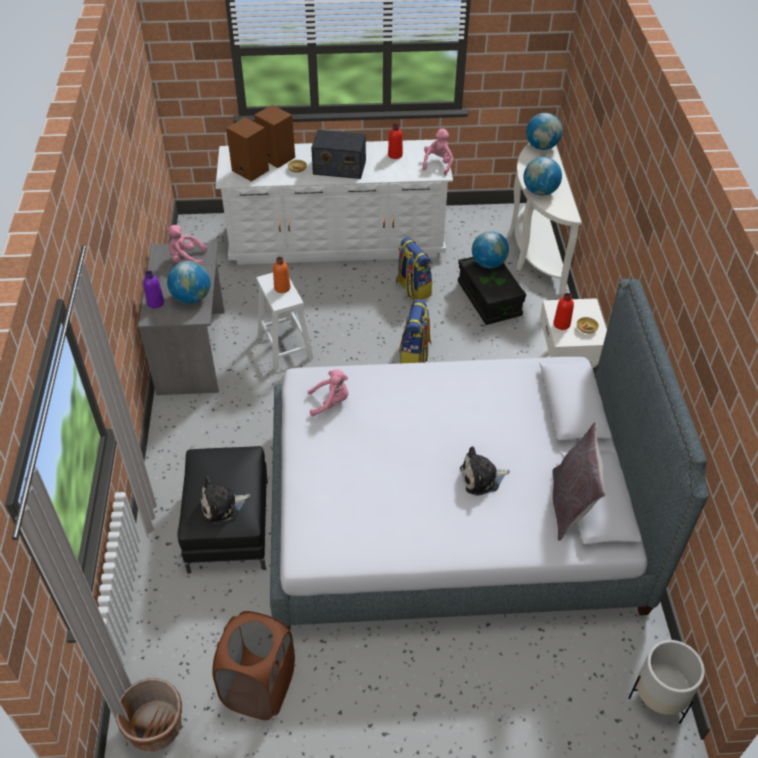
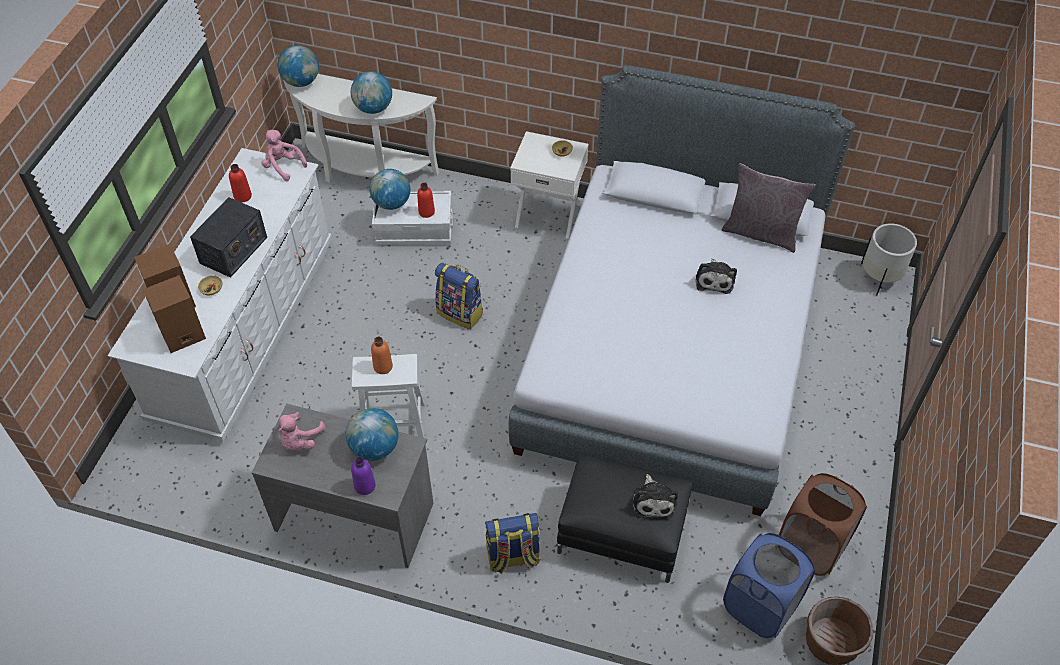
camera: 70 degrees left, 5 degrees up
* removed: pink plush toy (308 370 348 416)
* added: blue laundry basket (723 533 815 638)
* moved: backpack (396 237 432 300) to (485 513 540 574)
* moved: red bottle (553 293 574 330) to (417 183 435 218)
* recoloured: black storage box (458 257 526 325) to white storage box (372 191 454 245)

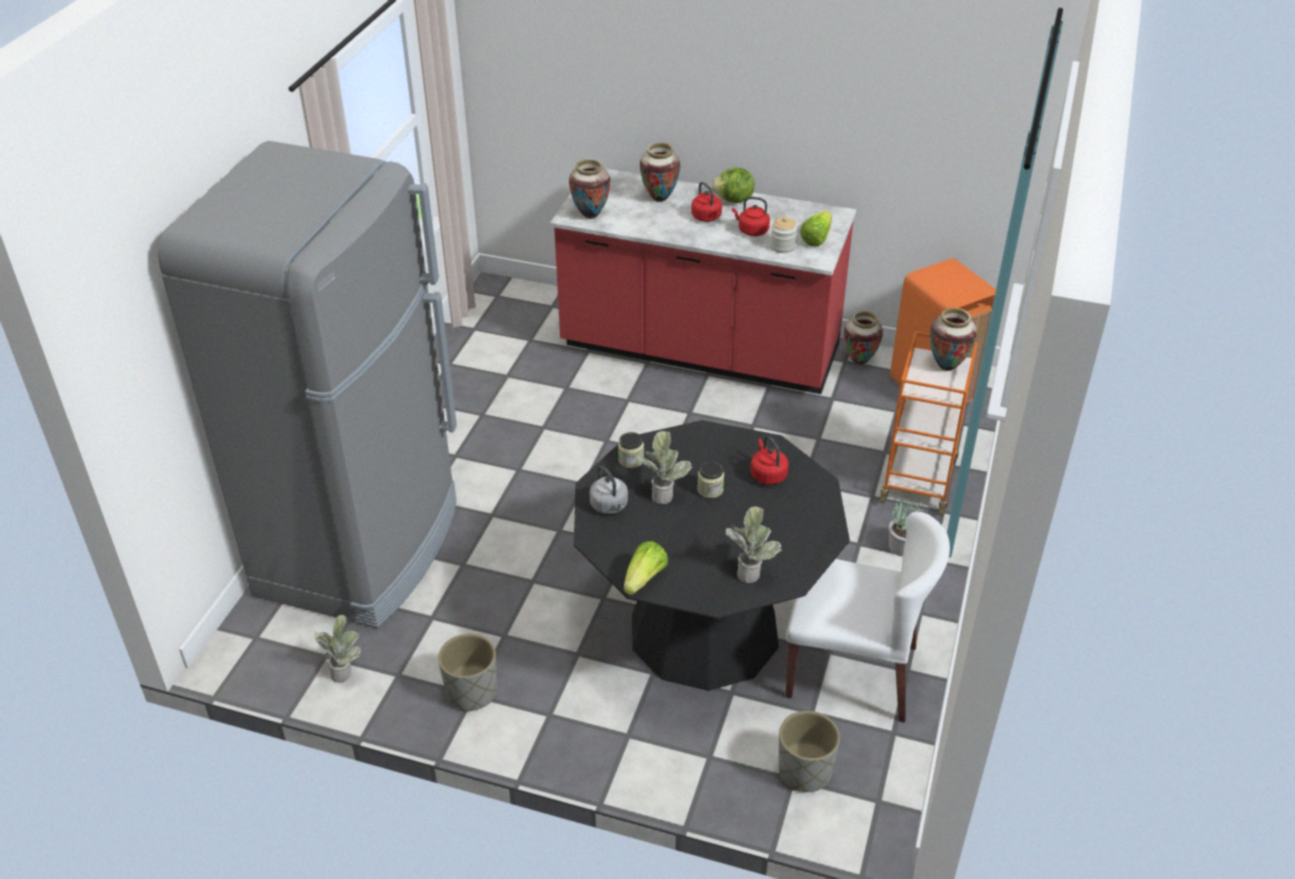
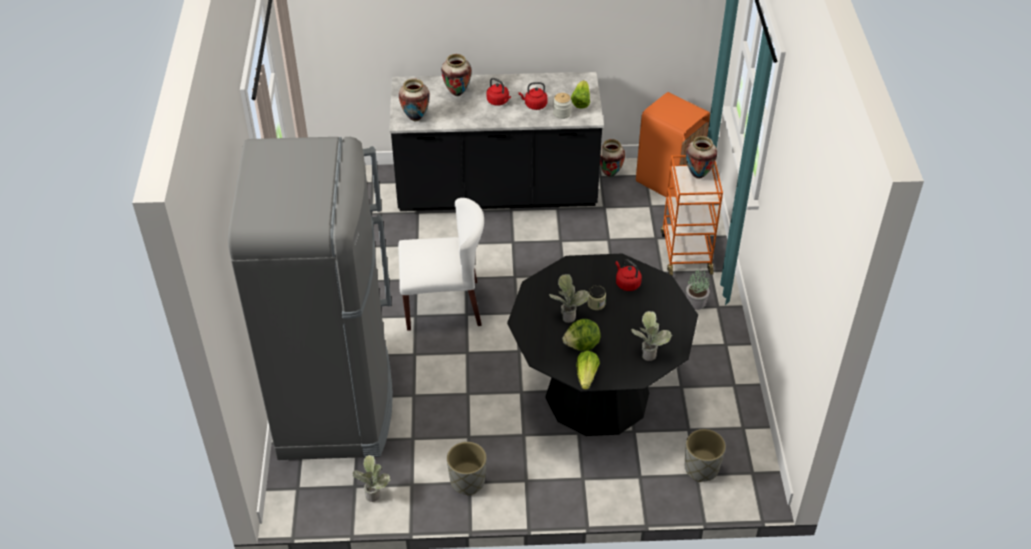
camera: 20 degrees left, 5 degrees up
* removed: grey kettle (589 466 628 514)
* removed: jar (618 432 644 468)
* moved: lettuce (711 168 755 203) to (562 319 601 351)
* moved: white chair (785 512 950 723) to (398 198 484 331)
* recoloured: red counter (550 169 856 394) to black counter (389 72 604 211)

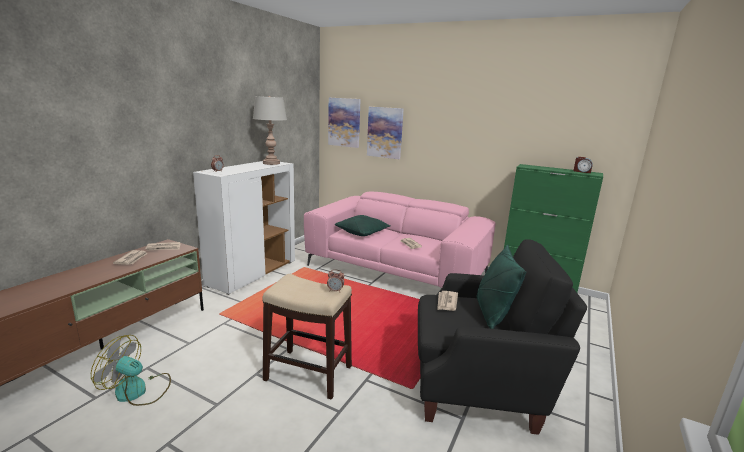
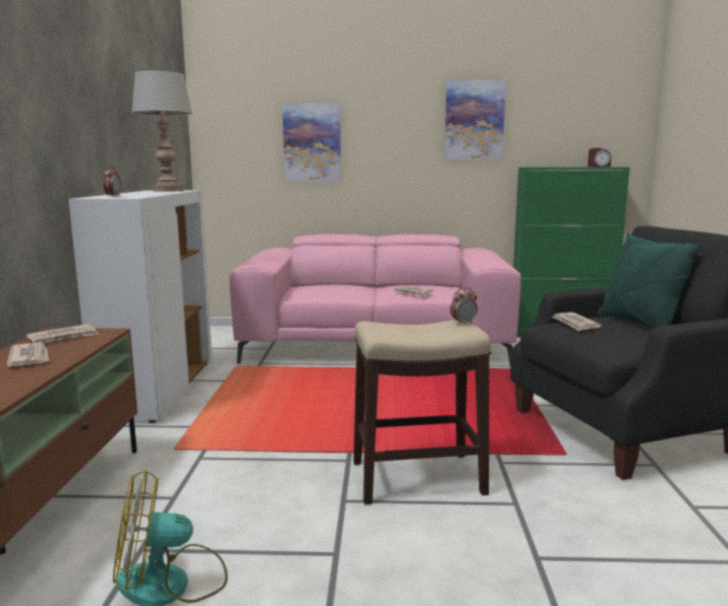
camera: 25 degrees left, 5 degrees down
* removed: green pillow (335 215 391 236)
* moved: picture (328 98 361 148) to (445 80 506 160)

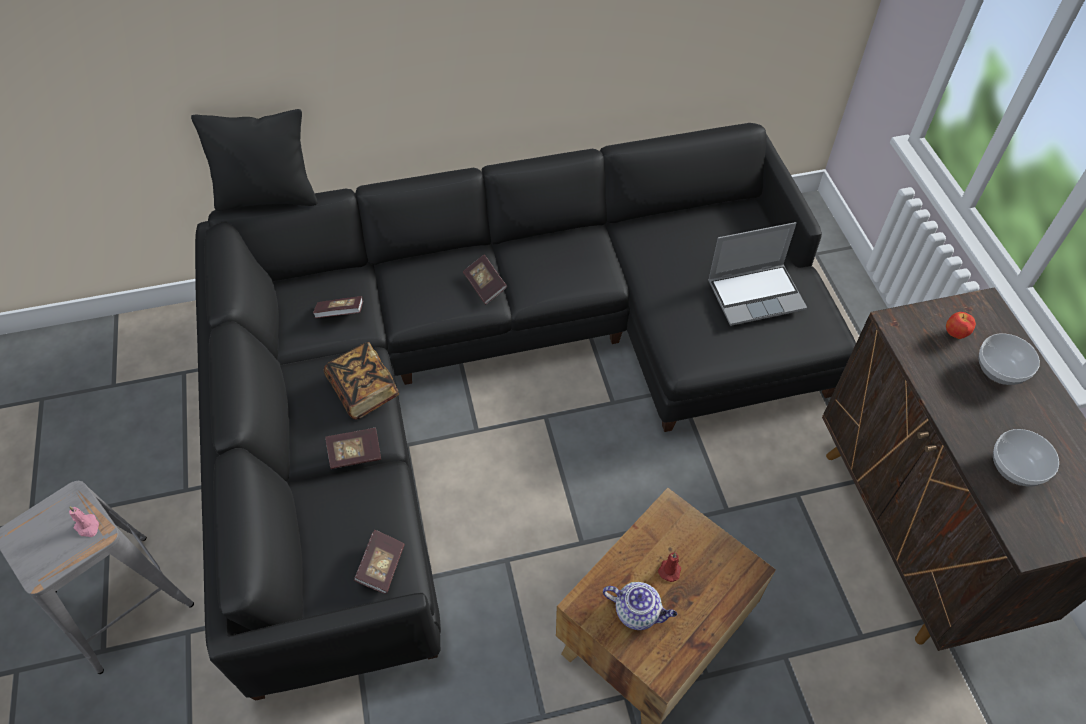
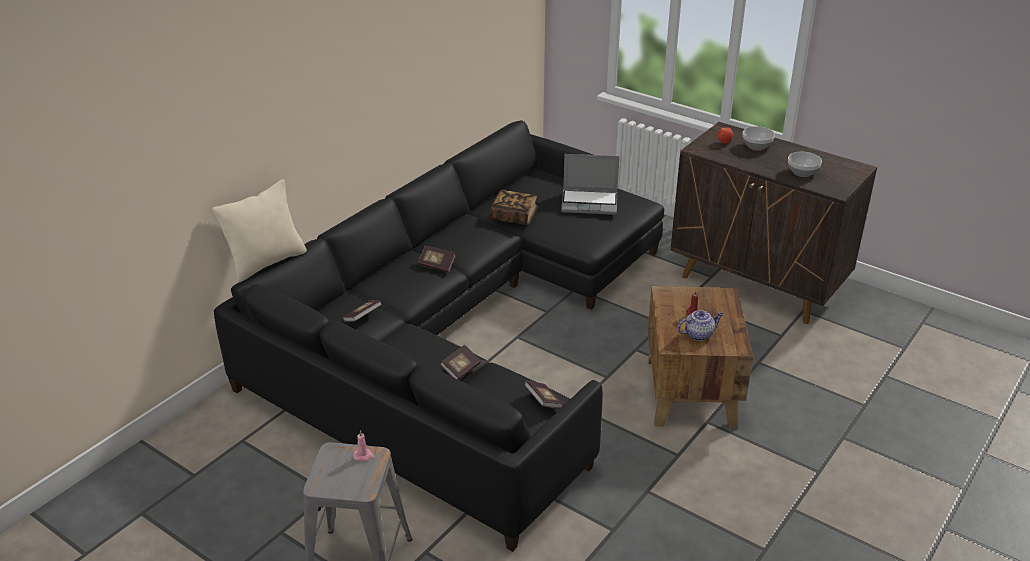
camera: 40 degrees left, 20 degrees down
* moved: book (324 342 399 420) to (491 190 538 225)
* recoloured: black pillow (191 109 318 211) to beige pillow (212 179 307 283)
* turned: laptop (708 222 807 326) = (561 154 620 215) 60 degrees clockwise

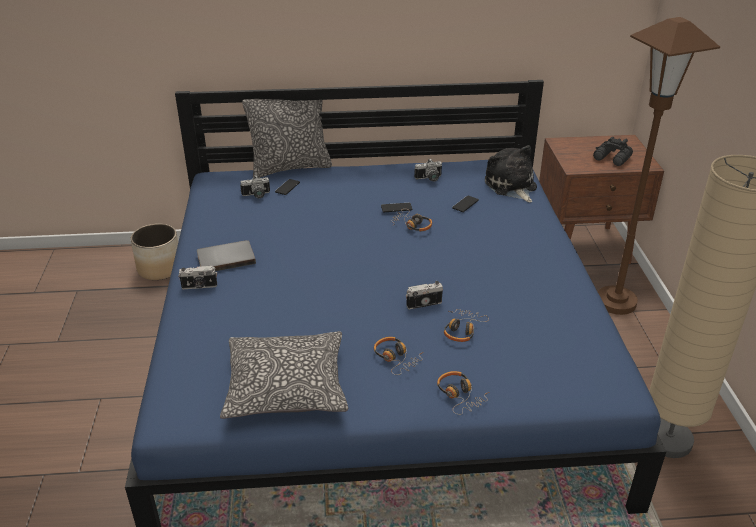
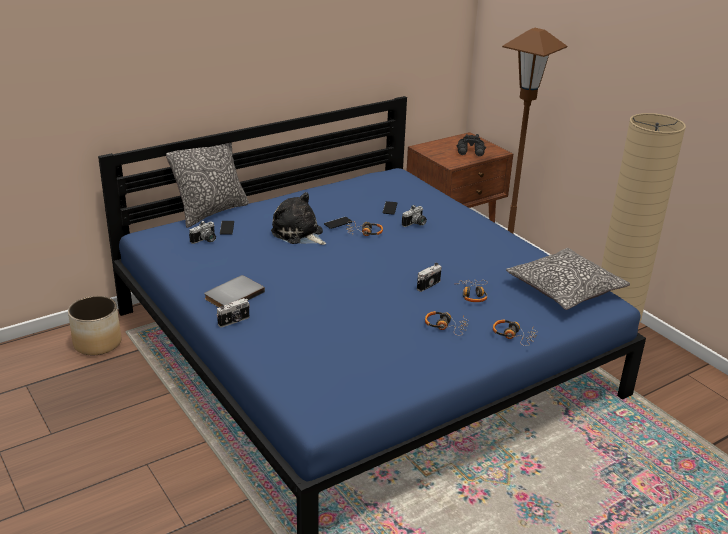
camera: 30 degrees left, 5 degrees down
* moved: pillow (220 331 348 419) to (506 248 630 310)
* moved: photo camera (414 159 442 181) to (402 205 427 227)
* moved: plush toy (485 145 537 203) to (271 192 326 245)

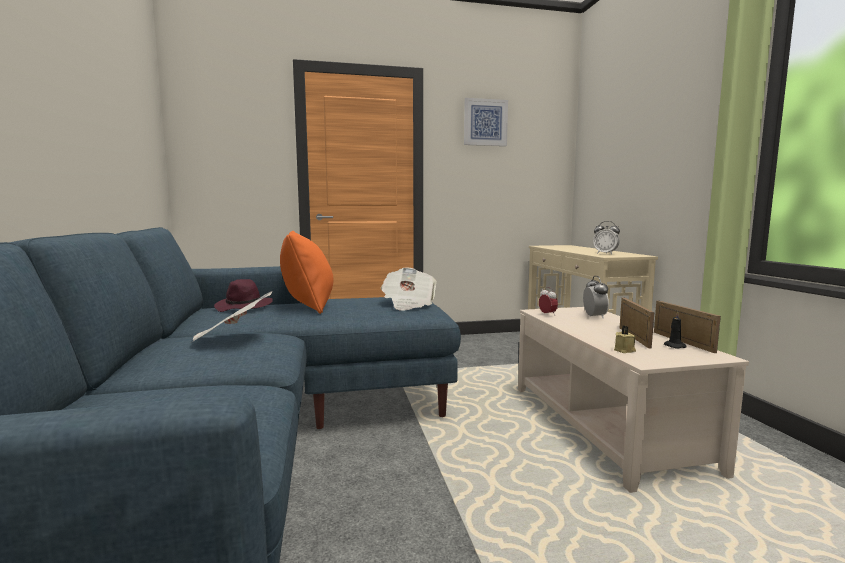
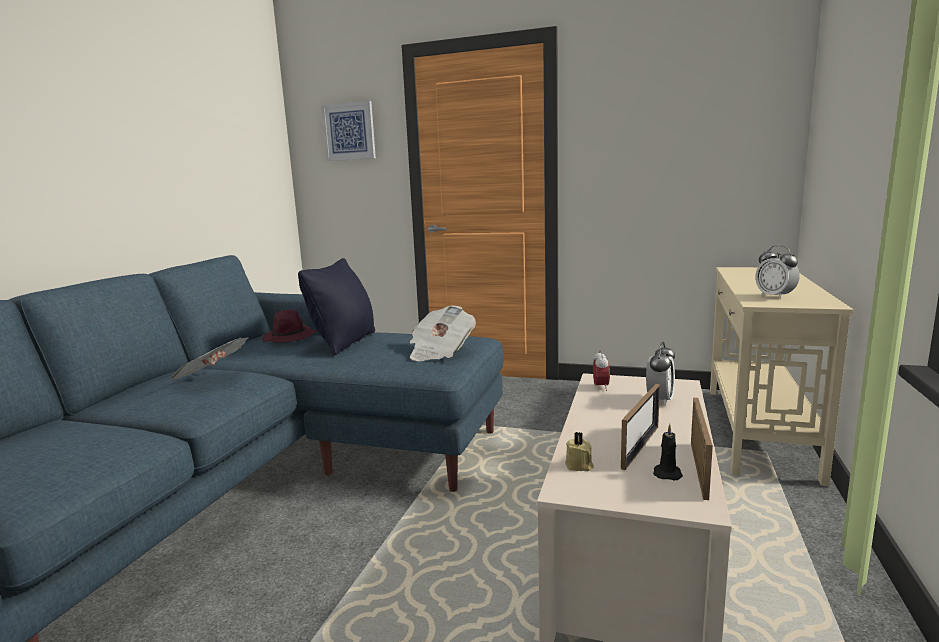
camera: 30 degrees right, 5 degrees up
* moved: picture (464 98 508 146) to (321 101 376 161)
* recoloured: orange pillow (280 231 334 314) to black pillow (298 258 375 356)

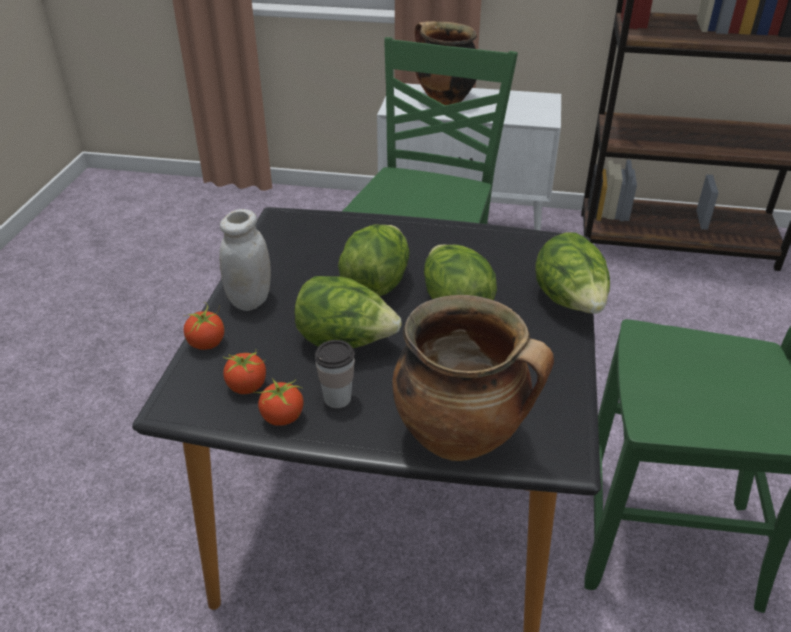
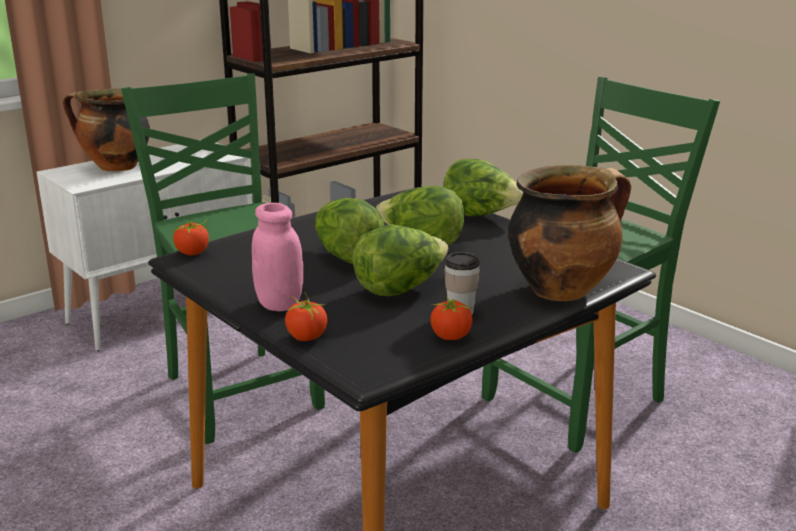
camera: 50 degrees left, 15 degrees down
* moved: tomato (223 349 266 394) to (173 222 209 255)
* recoloured: white jar (219 209 271 311) to pink jar (252 203 303 311)

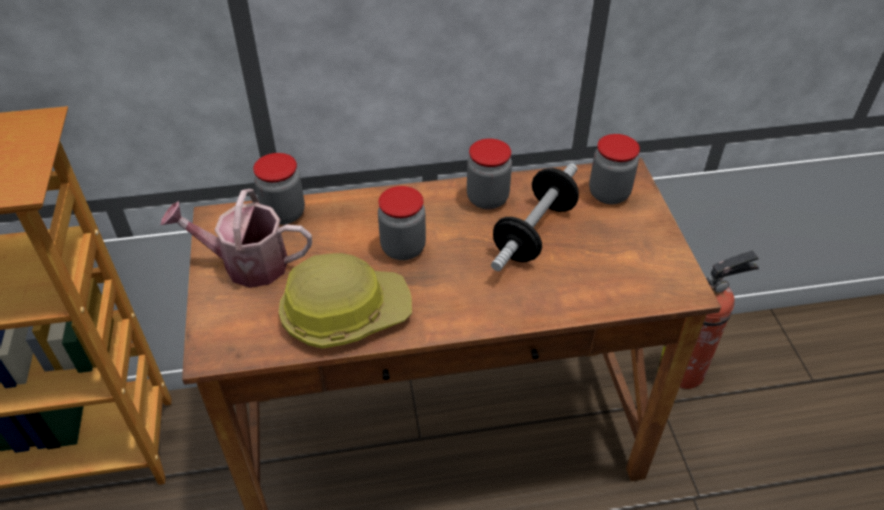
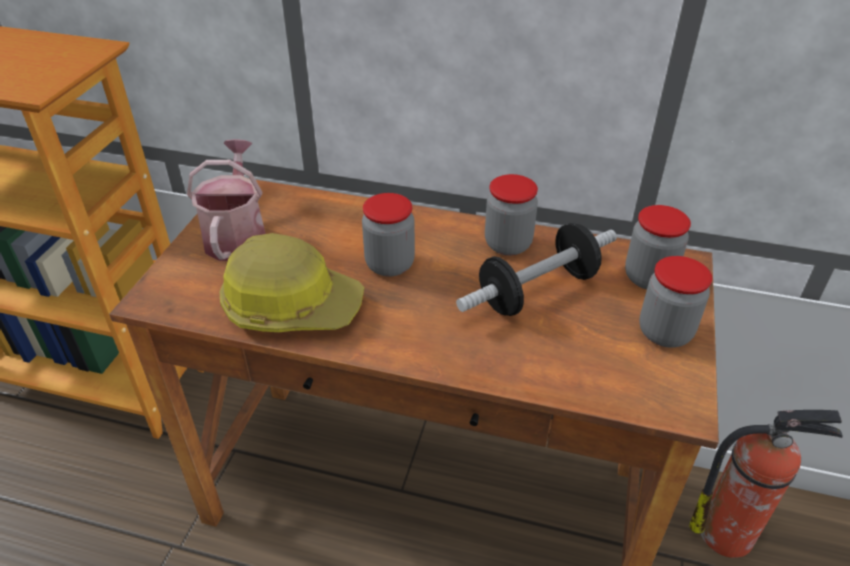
camera: 25 degrees right, 5 degrees down
* moved: jar (253 153 305 225) to (639 256 712 348)
* turned: watering can (160 189 312 288) = (187 139 266 261) 60 degrees clockwise

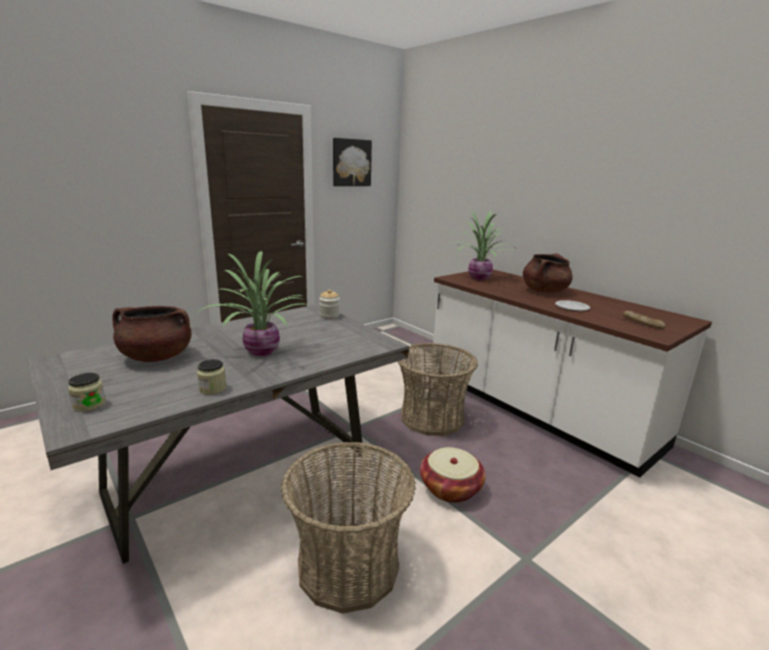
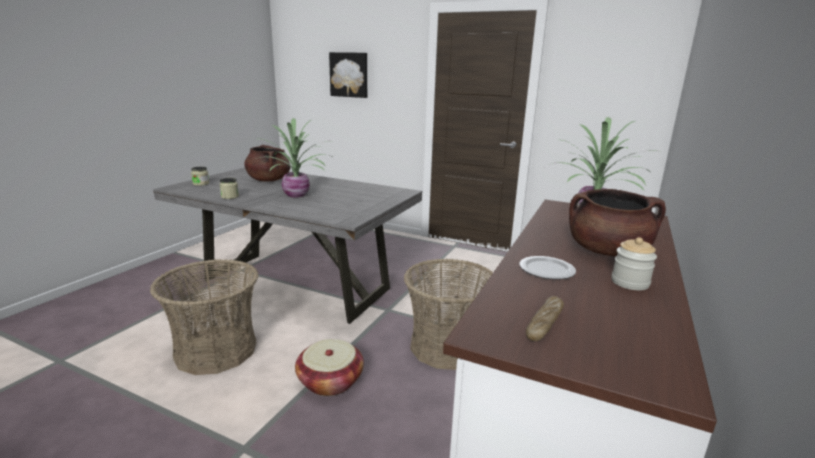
camera: 65 degrees right, 0 degrees up
* moved: jar (319 290 340 319) to (612 237 657 290)
* moved: picture (333 138 372 186) to (329 52 367 98)

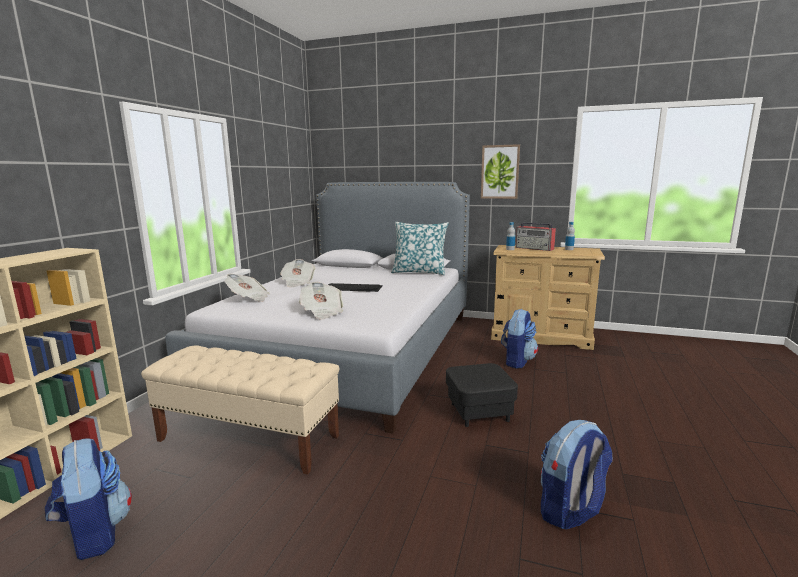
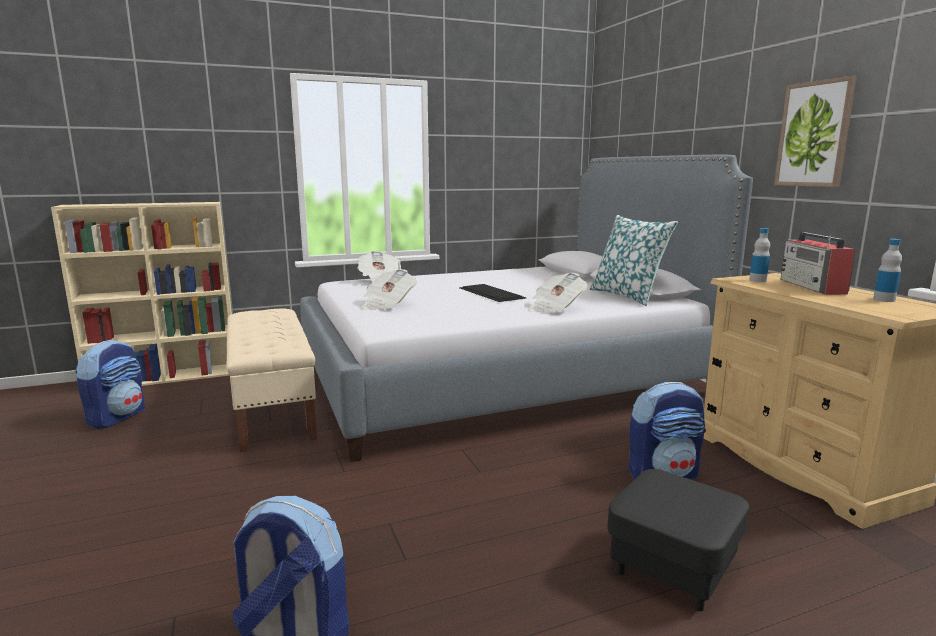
camera: 50 degrees right, 0 degrees up
* moved: newspaper (280 259 316 287) to (530 273 588 313)
* moved: black ottoman (446 363 518 427) to (607 469 749 611)

